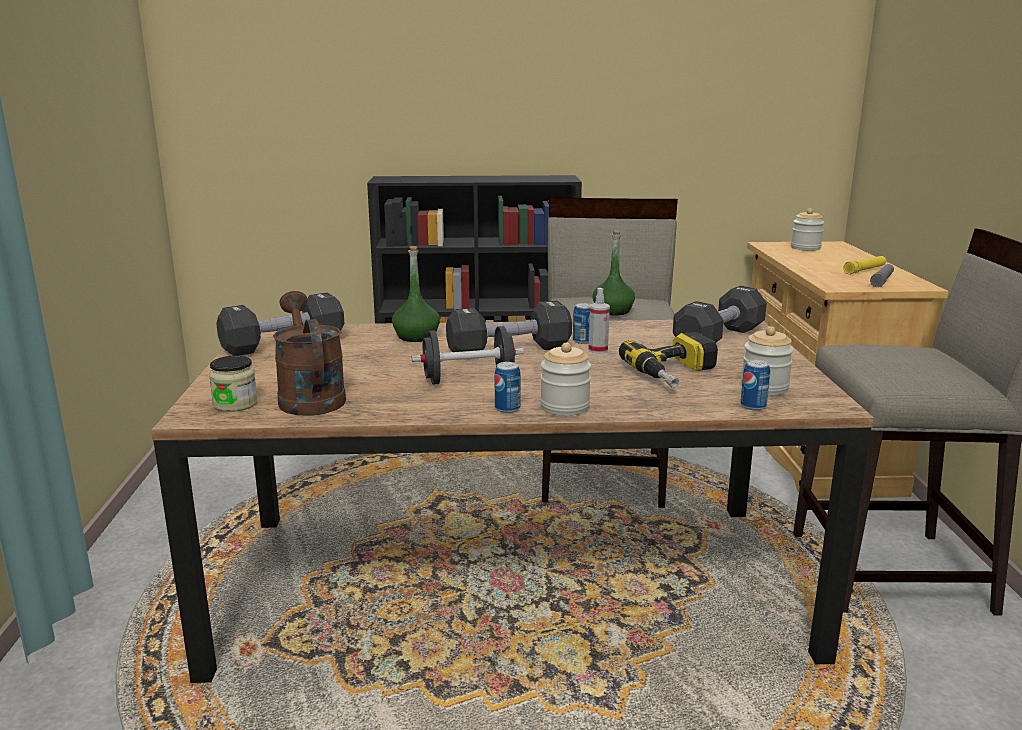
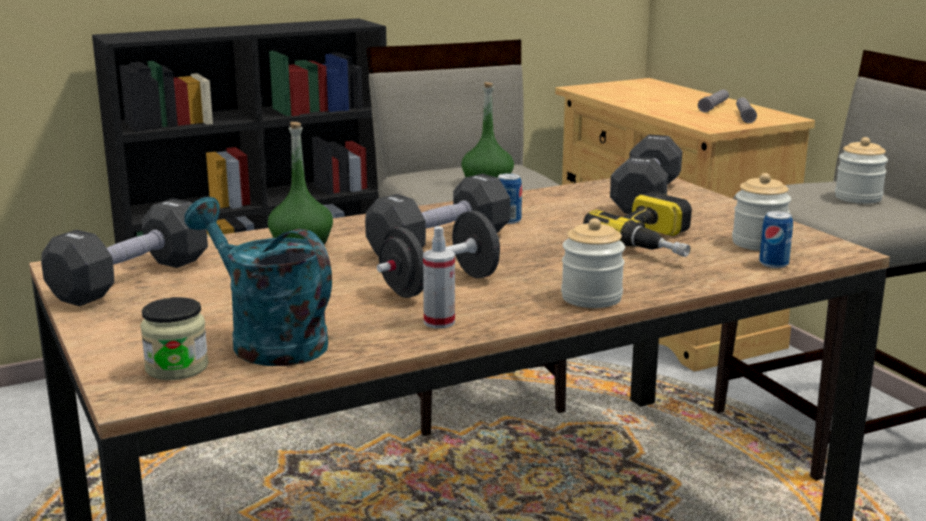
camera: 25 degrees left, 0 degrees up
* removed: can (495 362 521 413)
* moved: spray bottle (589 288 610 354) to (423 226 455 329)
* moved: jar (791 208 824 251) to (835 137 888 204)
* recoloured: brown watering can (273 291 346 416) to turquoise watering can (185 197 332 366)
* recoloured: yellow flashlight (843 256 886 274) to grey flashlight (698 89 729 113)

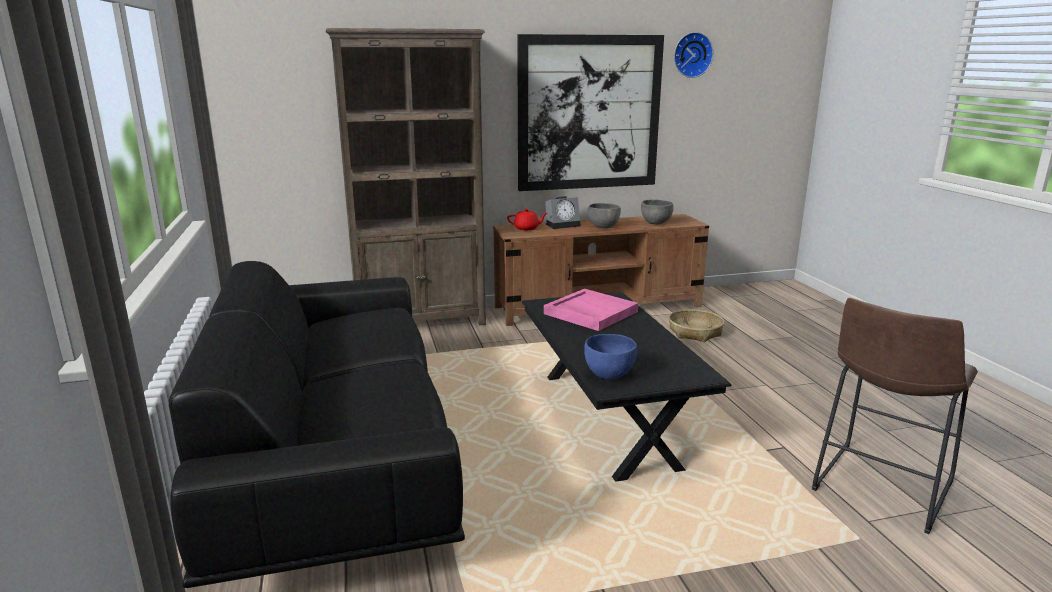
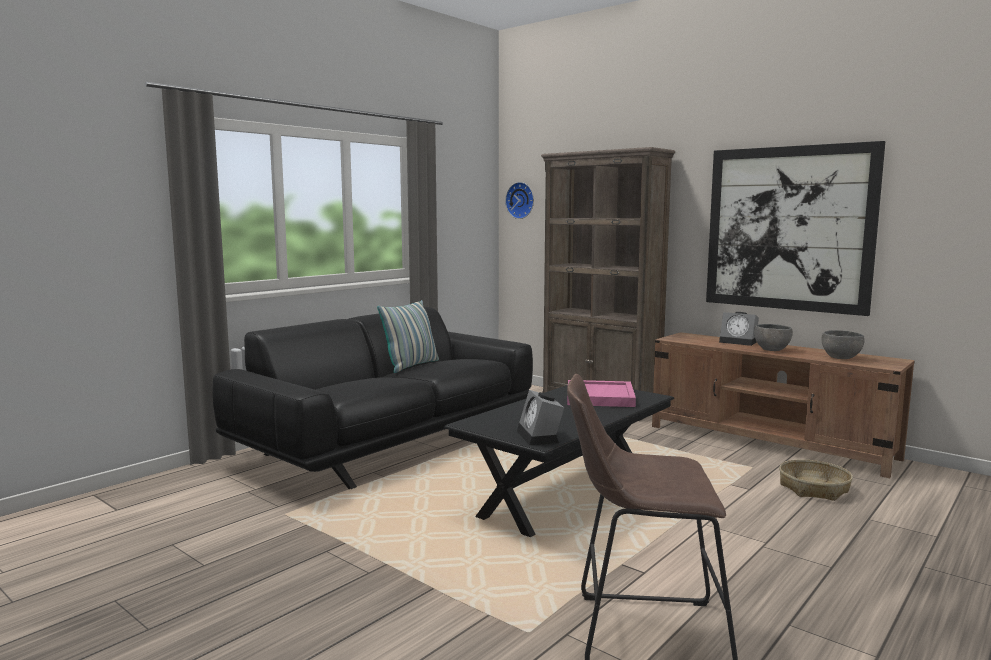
camera: 55 degrees right, 10 degrees down
* removed: red teapot (507 209 548 230)
* removed: blue bowl (584 334 637 380)
* added: pillow (377 300 439 373)
* added: alarm clock (517 390 564 445)
* moved: wall clock (674 32 713 78) to (505 182 534 219)

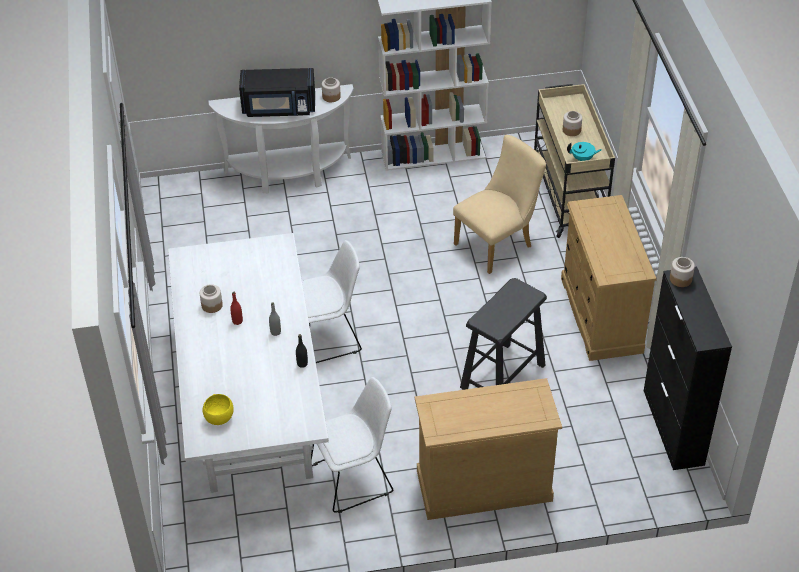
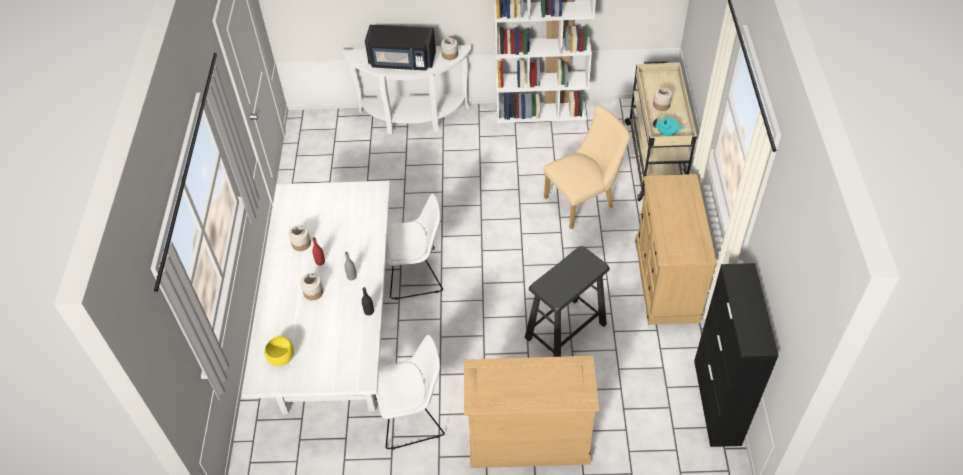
camera: 10 degrees right, 5 degrees up
* moved: jar (670 257 695 287) to (300 273 324 300)

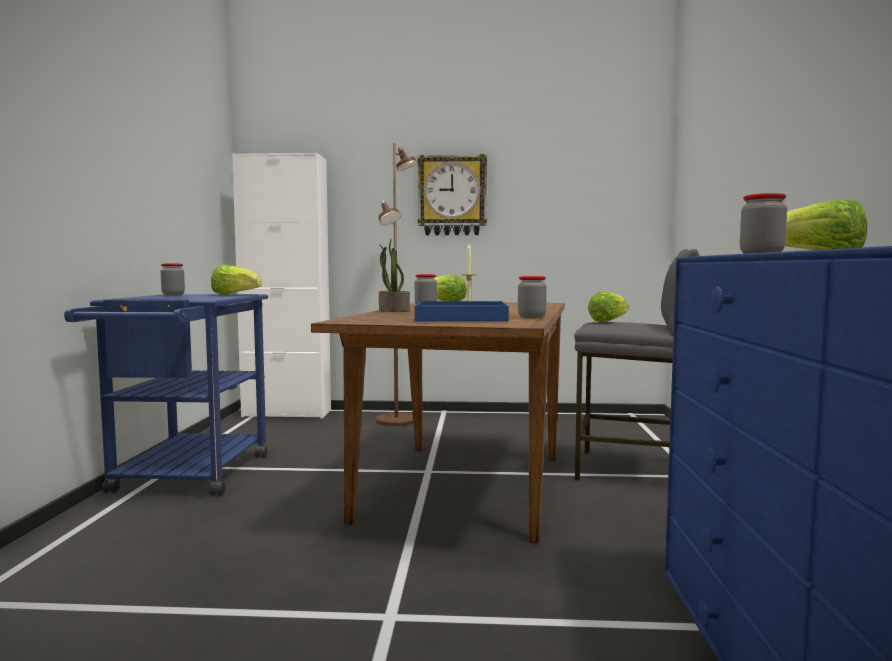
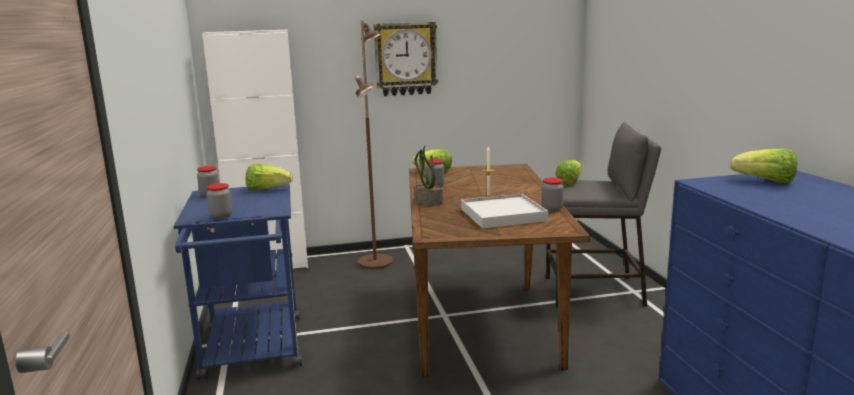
camera: 15 degrees left, 10 degrees up
* moved: jar (740 193 787 254) to (207 183 232 219)
* recoloured: blue tray (415 301 509 321) to white tray (461 194 548 229)

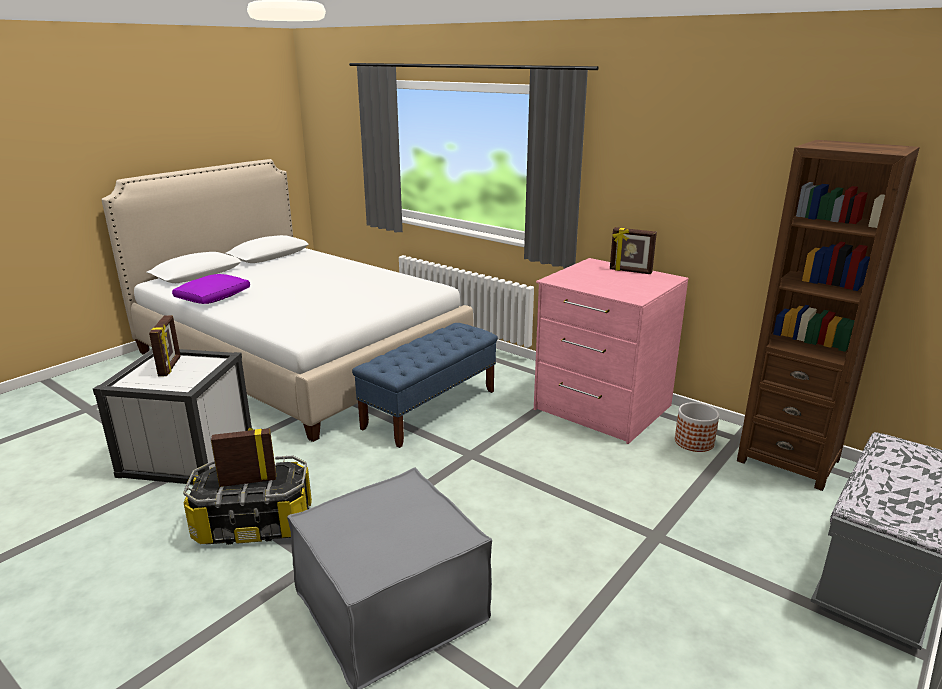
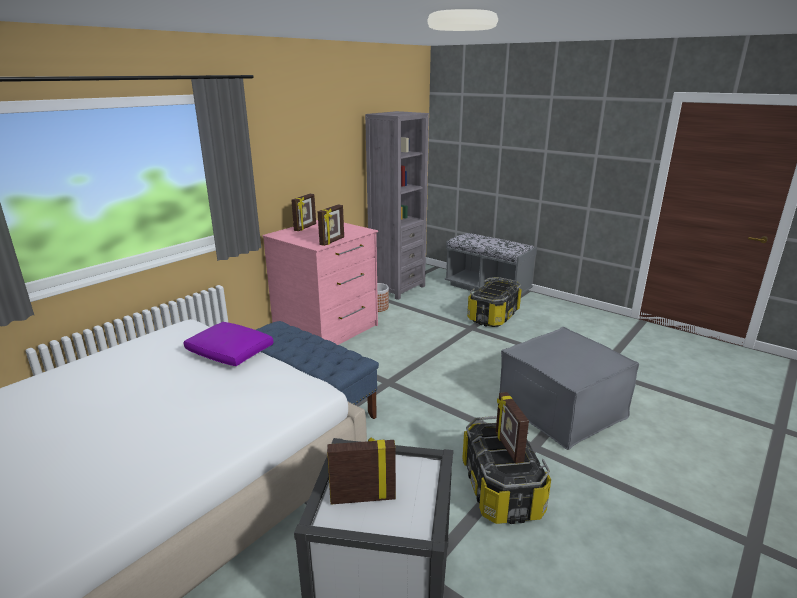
camera: 90 degrees left, 0 degrees up
* added: picture frame (318 204 344 246)
* added: storage box (467 277 522 327)
* moved: purple pillow (172 274 250 304) to (184 322 274 366)
* recoloured: brown bookcase (737 140 920 491) to grey bookcase (365 111 429 300)

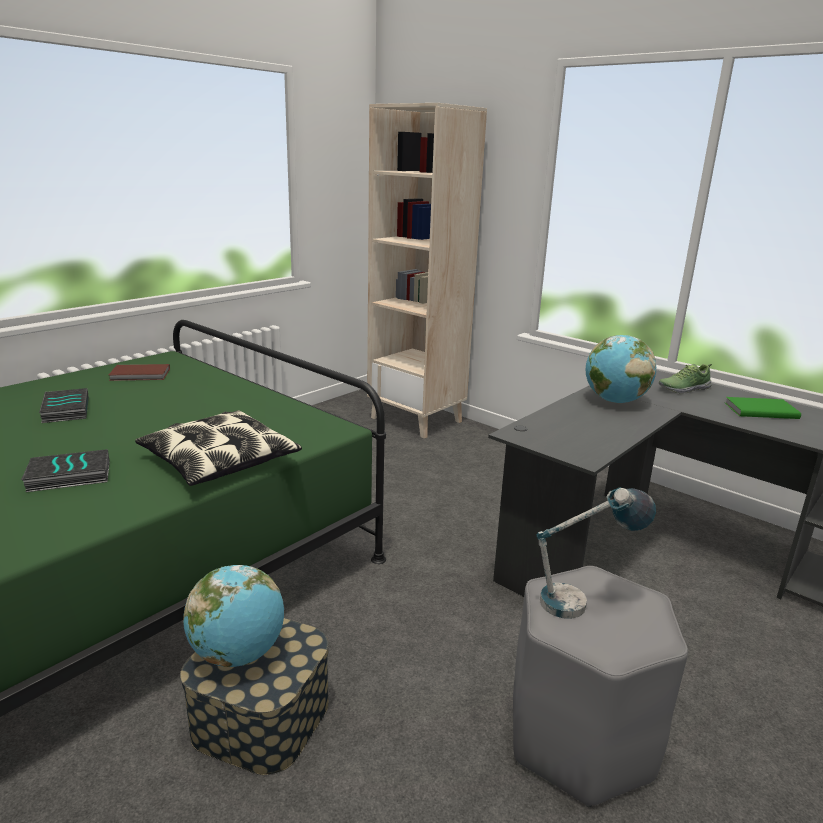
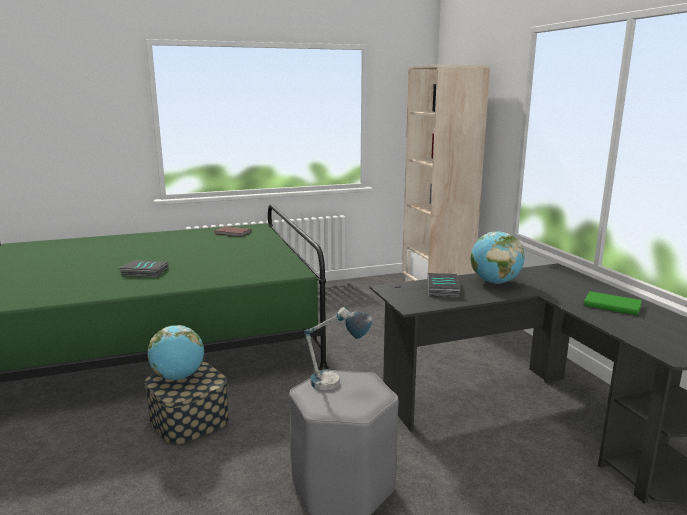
camera: 30 degrees right, 5 degrees down
* removed: pillow (135 410 302 486)
* removed: shoe (659 364 712 394)
* moved: book (39 388 89 423) to (427 273 460 297)

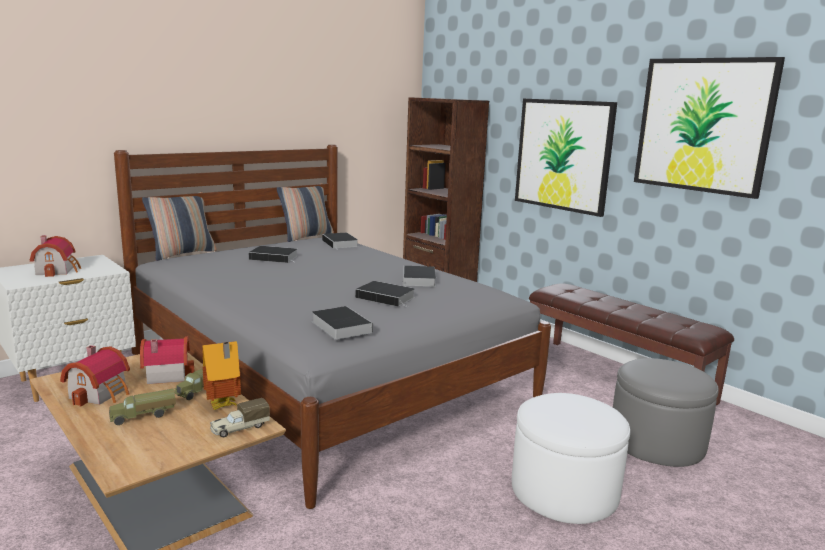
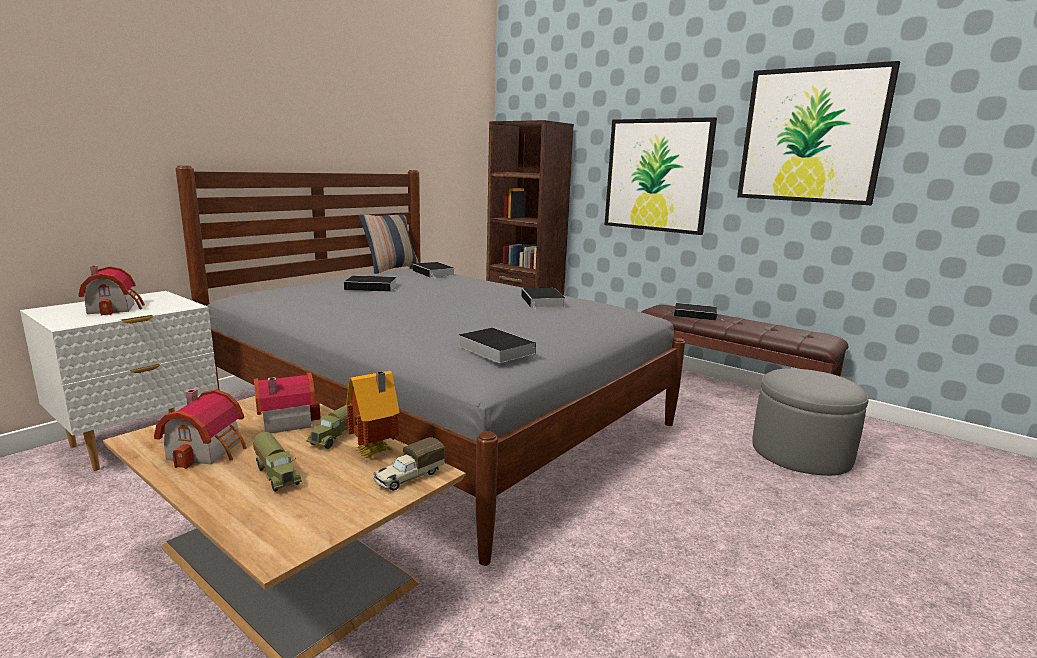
camera: 10 degrees left, 0 degrees up
* removed: pillow (142 192 217 261)
* removed: white ottoman (512 393 630 524)
* moved: book (355 281 415 307) to (674 303 725 321)
* turned: toy truck (109 389 176 425) = (253 432 302 492) 90 degrees counterclockwise

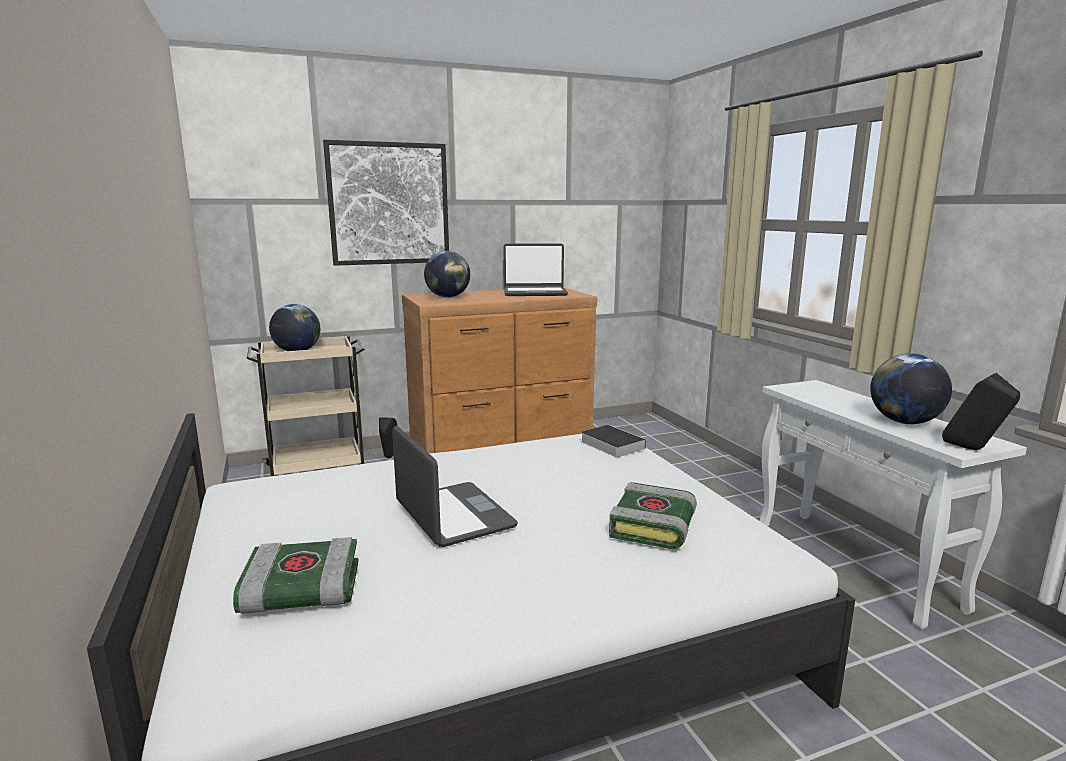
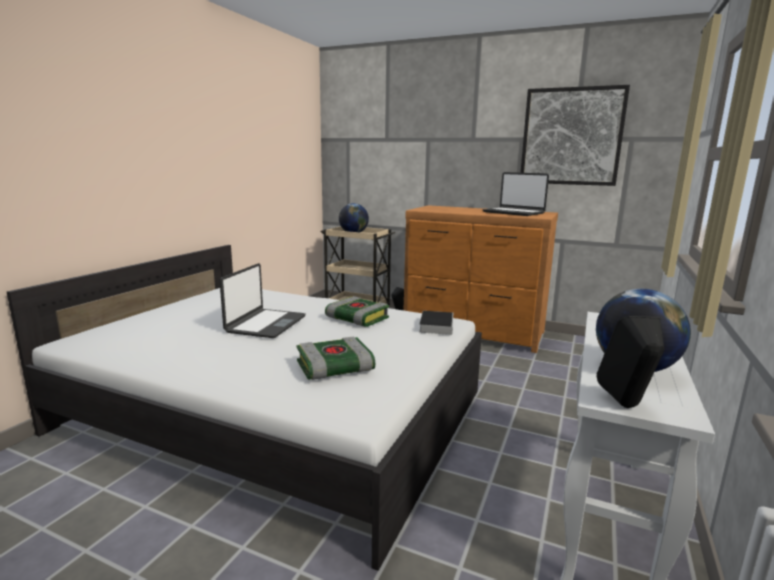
camera: 45 degrees right, 0 degrees up
* removed: globe (424 251 470 298)
* moved: book (233 537 358 614) to (325 296 389 327)
* moved: picture (323 140 449 266) to (520 85 630 186)

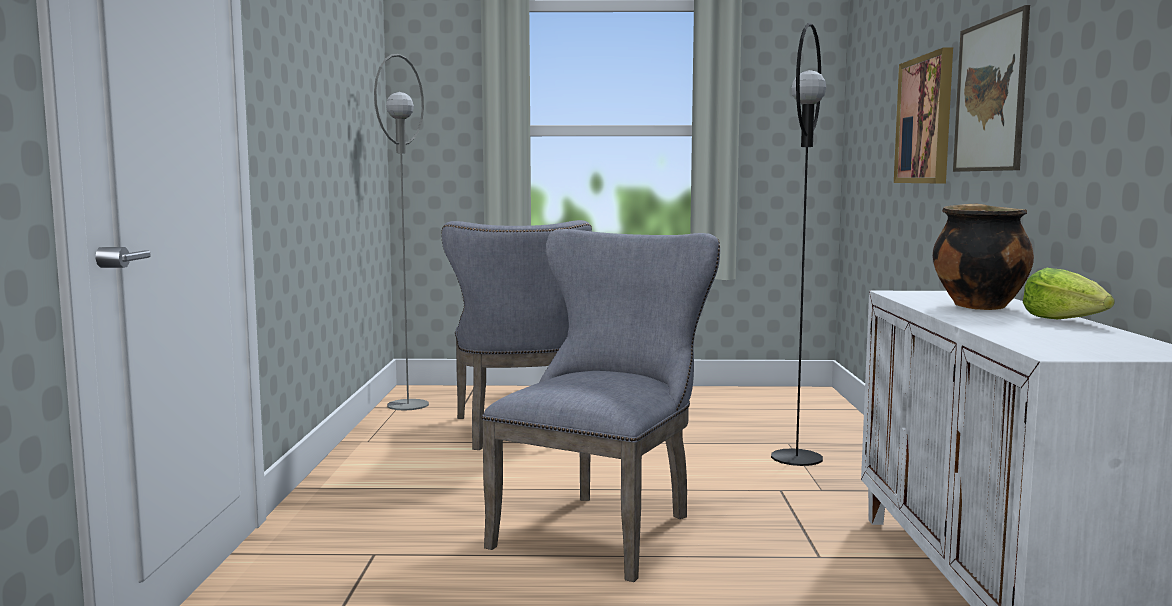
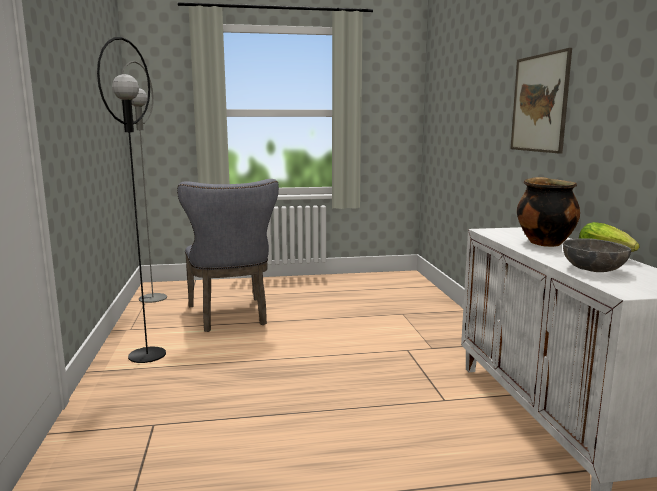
camera: 10 degrees left, 5 degrees up
* removed: grey chair (482 229 720 582)
* removed: picture (894 48 953 183)
* added: grey bowl (563 238 631 272)
* moved: black floor lamp (771 23 826 466) to (97 37 166 363)

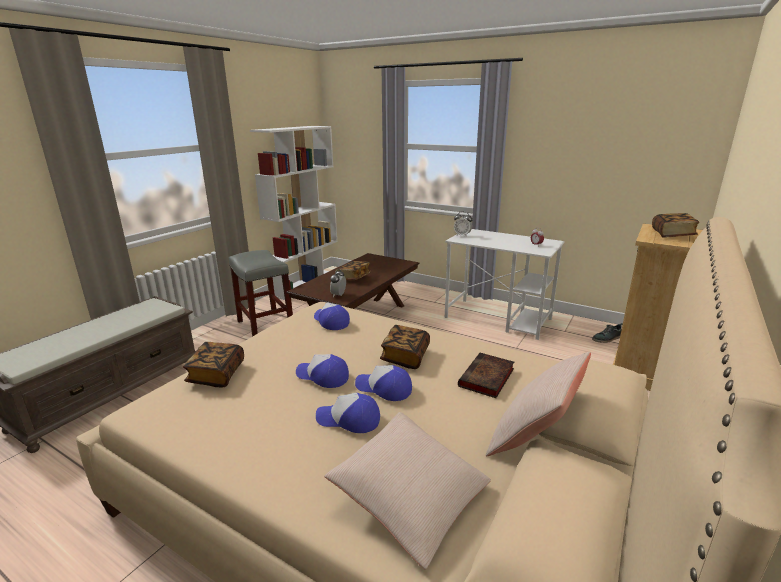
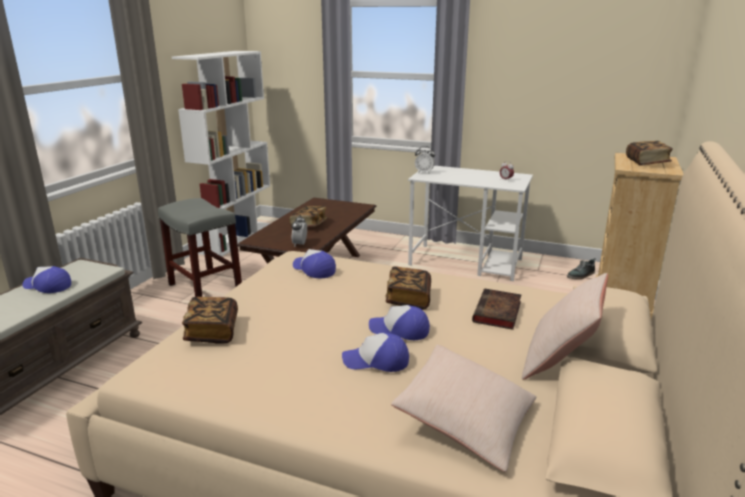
camera: 10 degrees left, 0 degrees up
* moved: cap (296 354 349 388) to (22 266 71 293)

